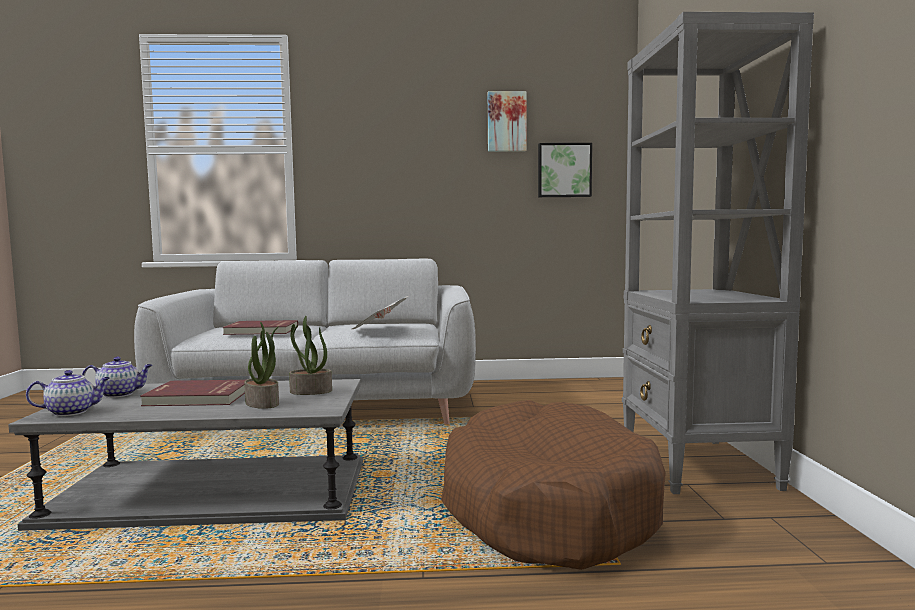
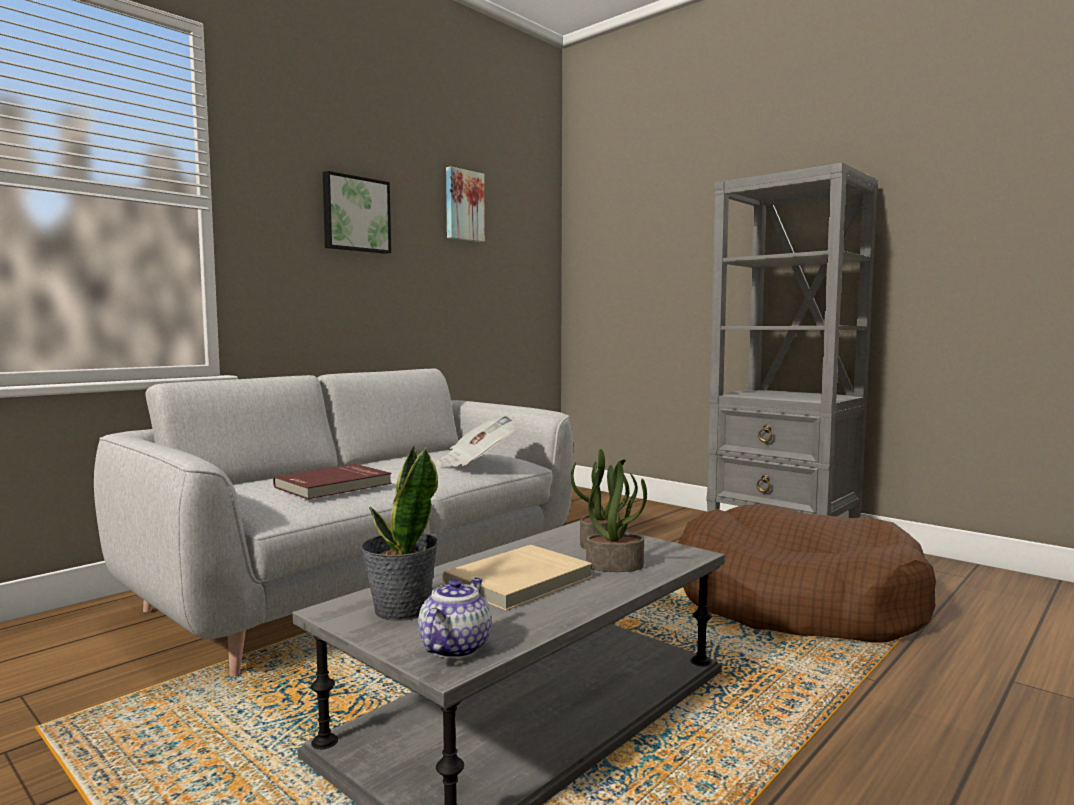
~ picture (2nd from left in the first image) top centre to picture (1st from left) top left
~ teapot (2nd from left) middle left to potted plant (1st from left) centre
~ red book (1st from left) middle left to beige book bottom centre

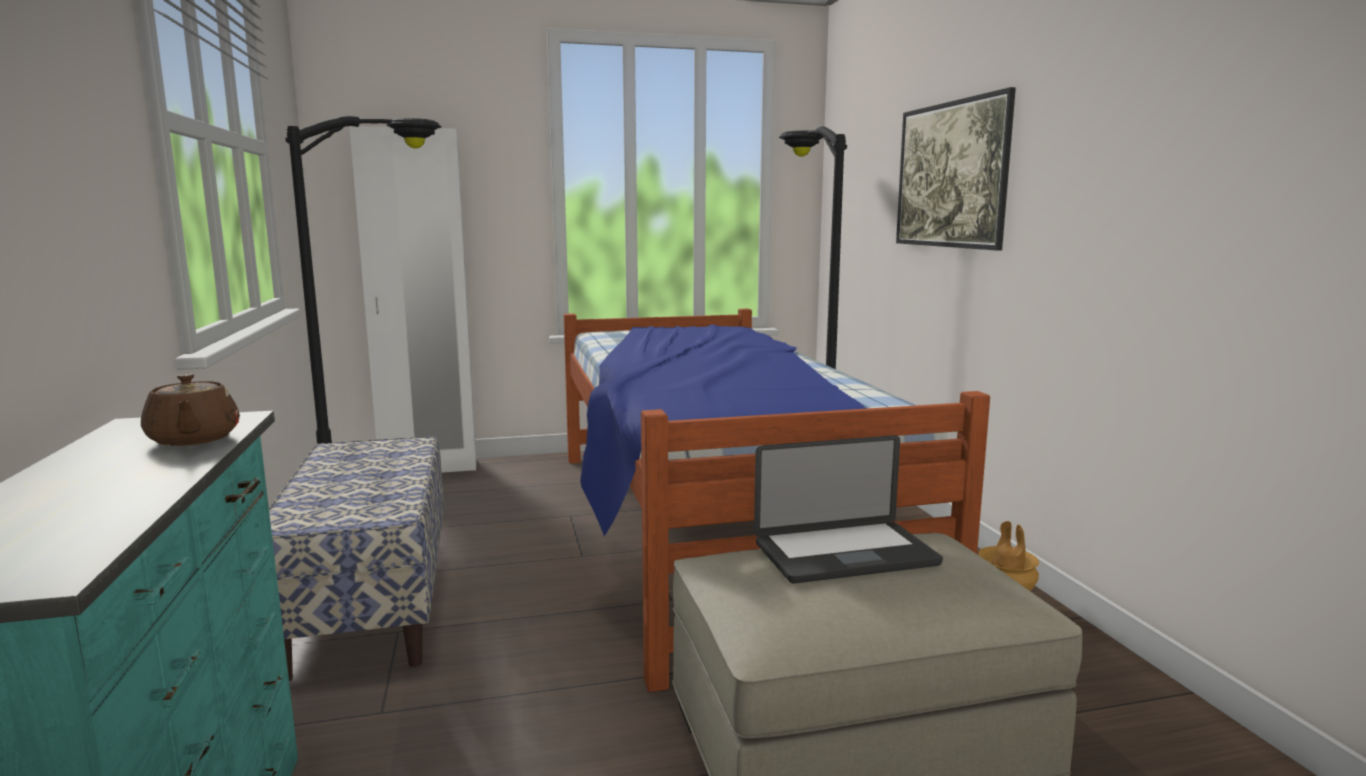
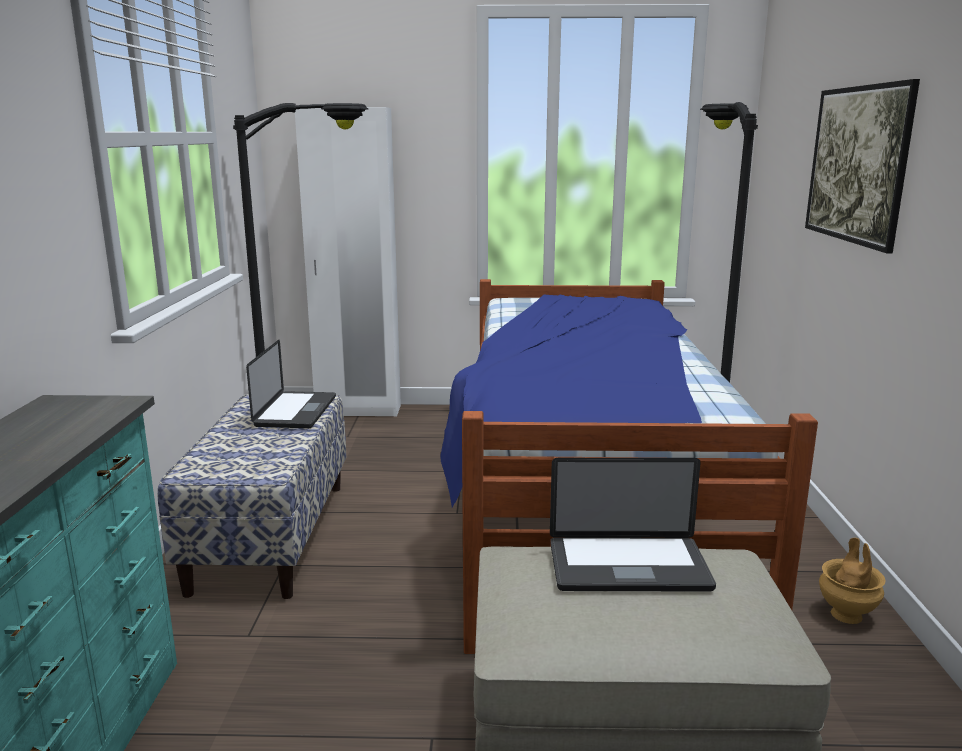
- brown teapot middle left
+ laptop (1st from left) middle left

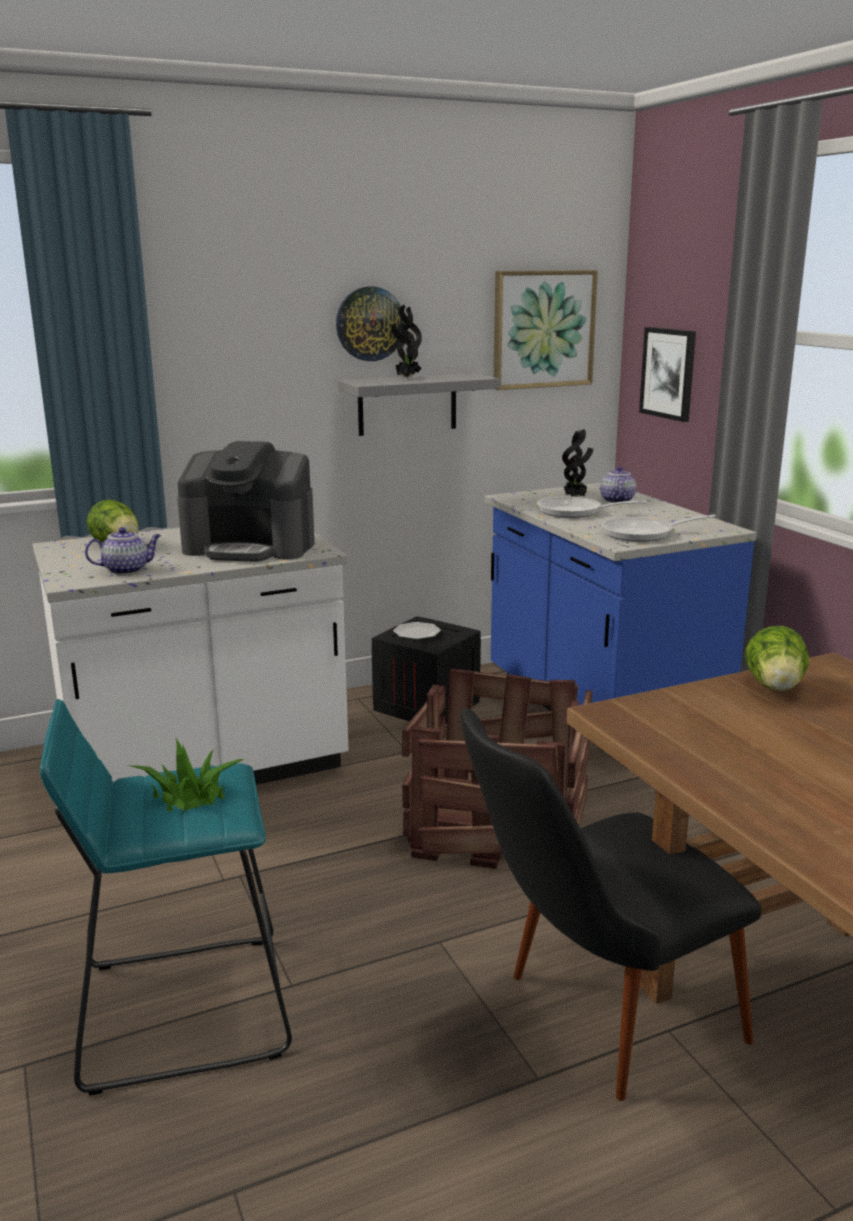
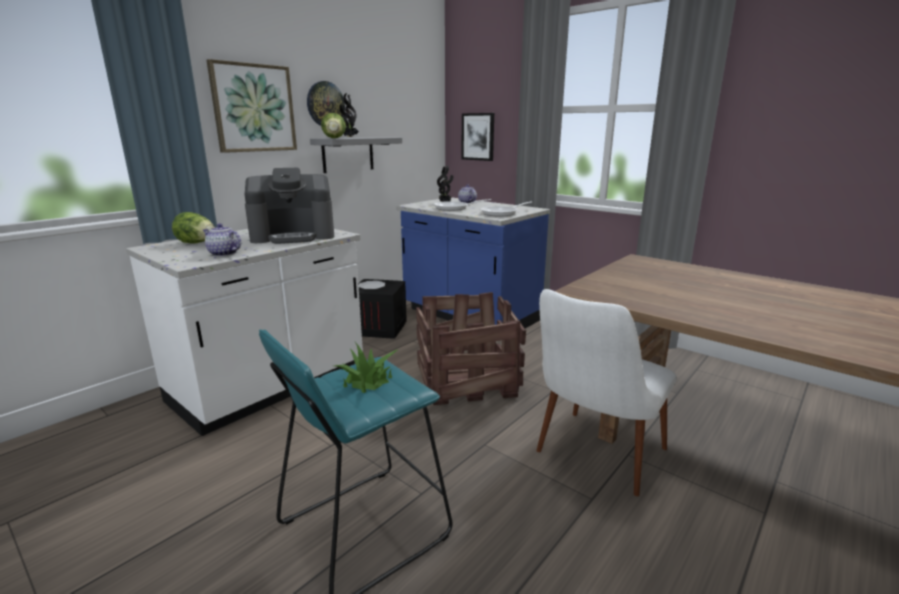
~ picture (1st from left) top centre to top left
~ teapot (1st from left) middle left = middle left 105 degrees counterclockwise
~ lettuce (2nd from left) middle right to top centre
~ black chair bottom right to white chair middle right

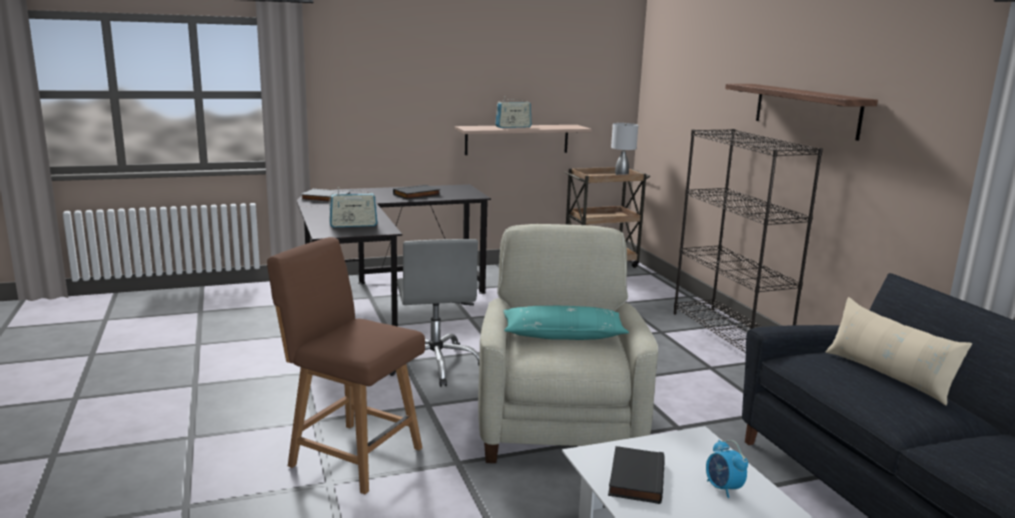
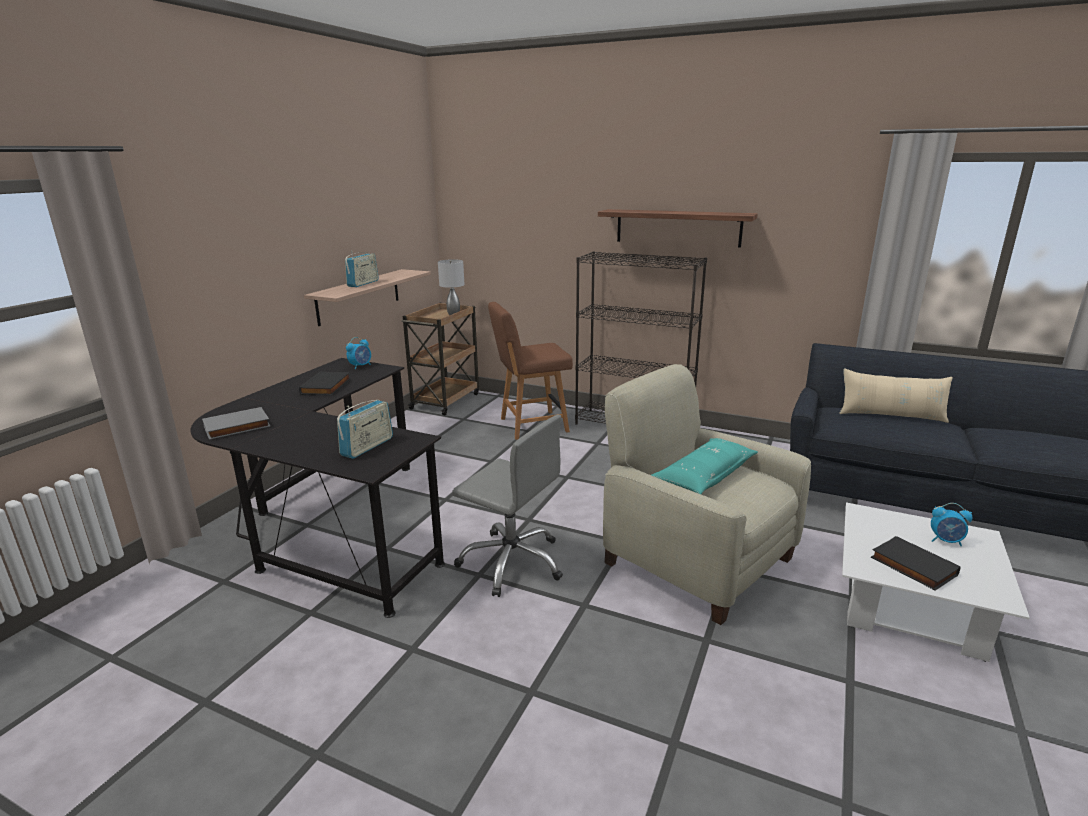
~ brown chair bottom centre to centre
+ alarm clock (1st from left) middle left

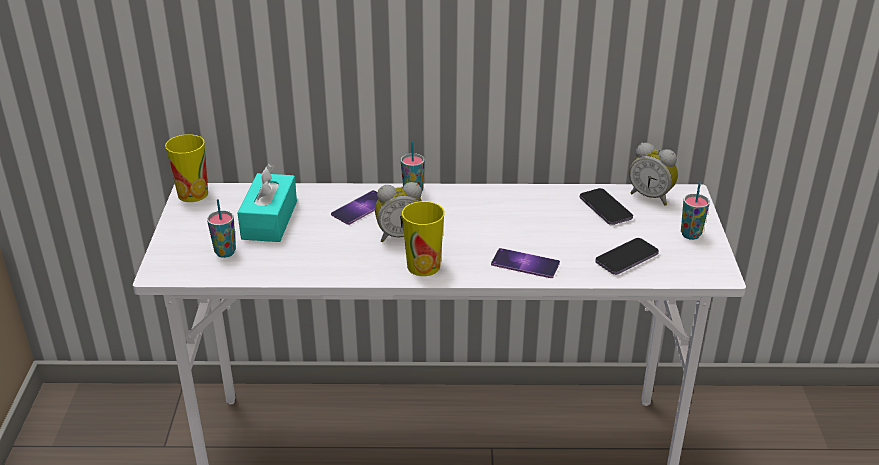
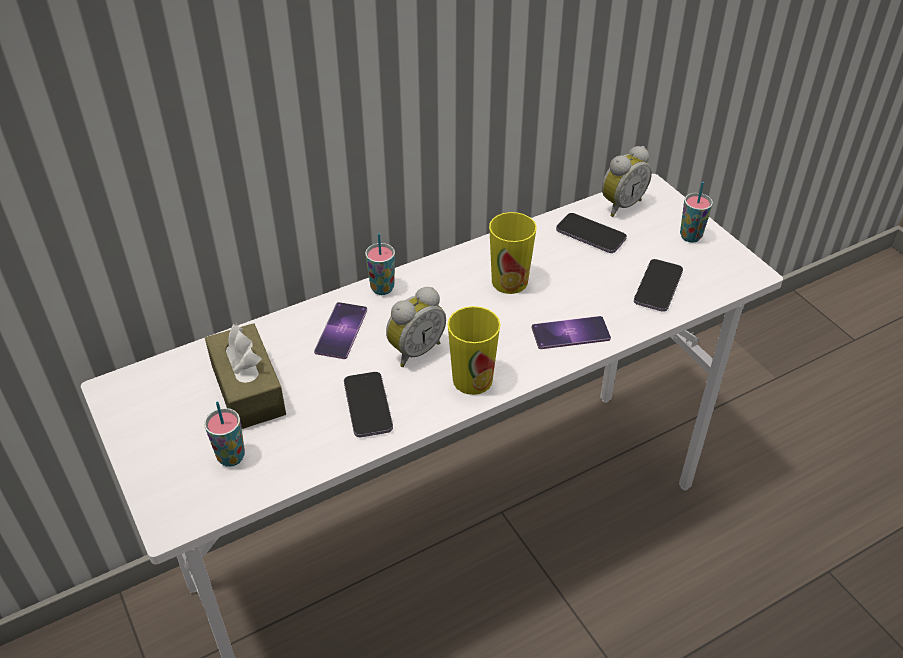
~ cup (1st from left in the first image) middle left to cup (4th from left) centre
~ alarm clock (2nd from left) middle right = top right 45 degrees counterclockwise
~ turquoise tissue box middle left to brown tissue box middle left
+ phone (2nd from left) centre

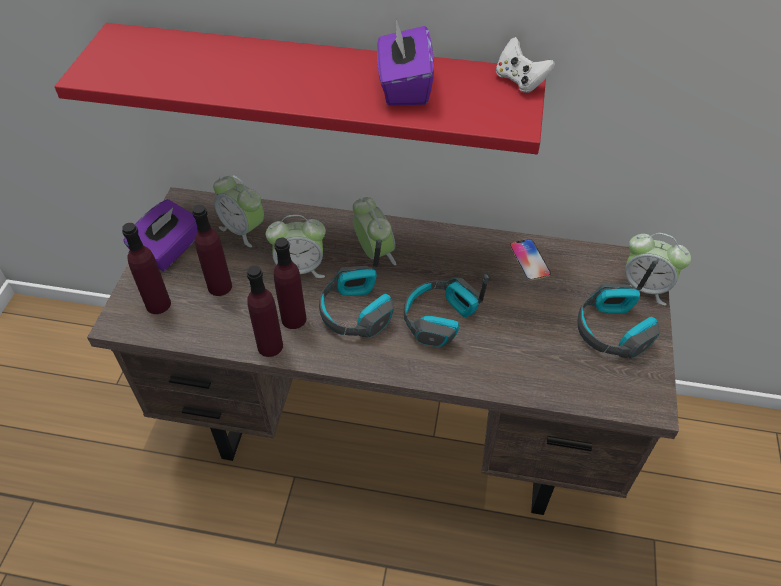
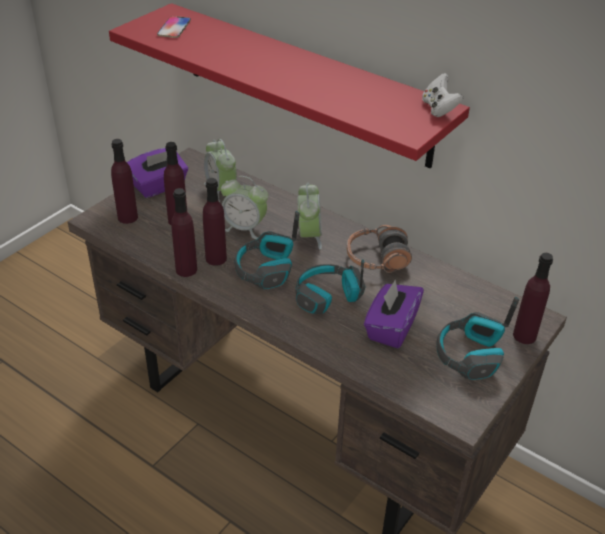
~ purple tissue box (2nd from left) top centre to centre
~ alarm clock (4th from left) middle right to purple bottle (5th from left) middle right
~ phone middle right to top left
+ headphones (3rd from left) centre

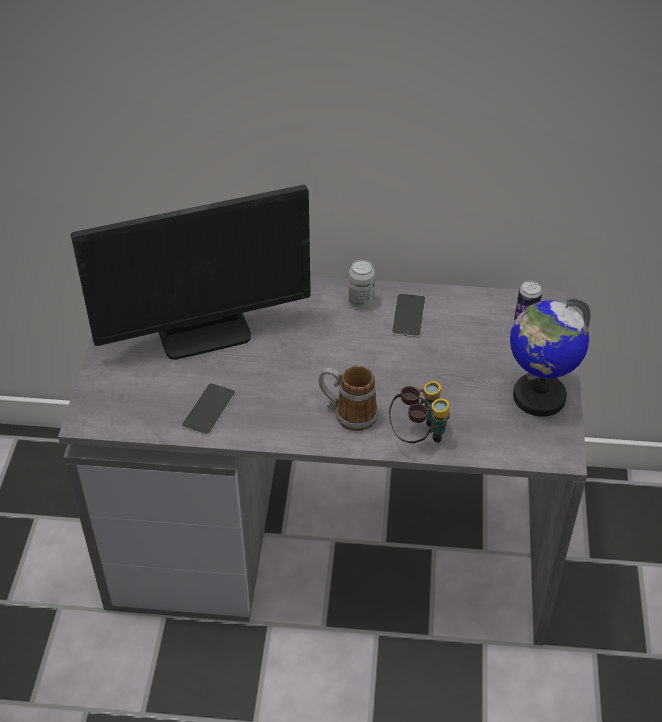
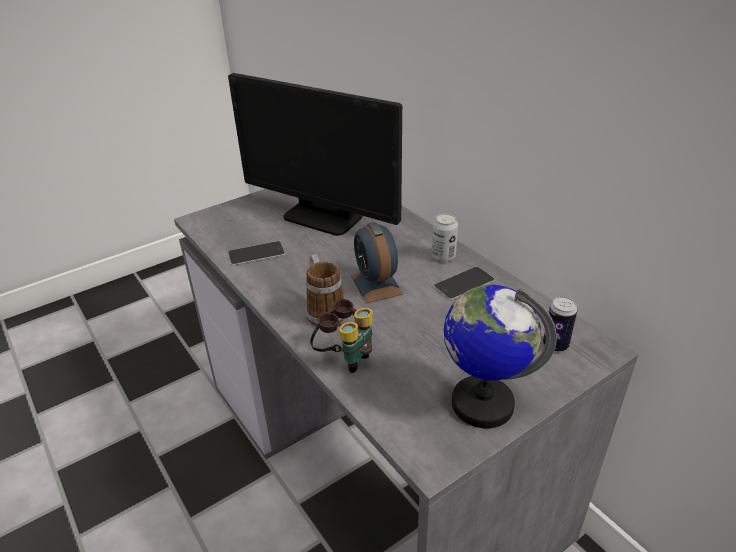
+ alarm clock centre

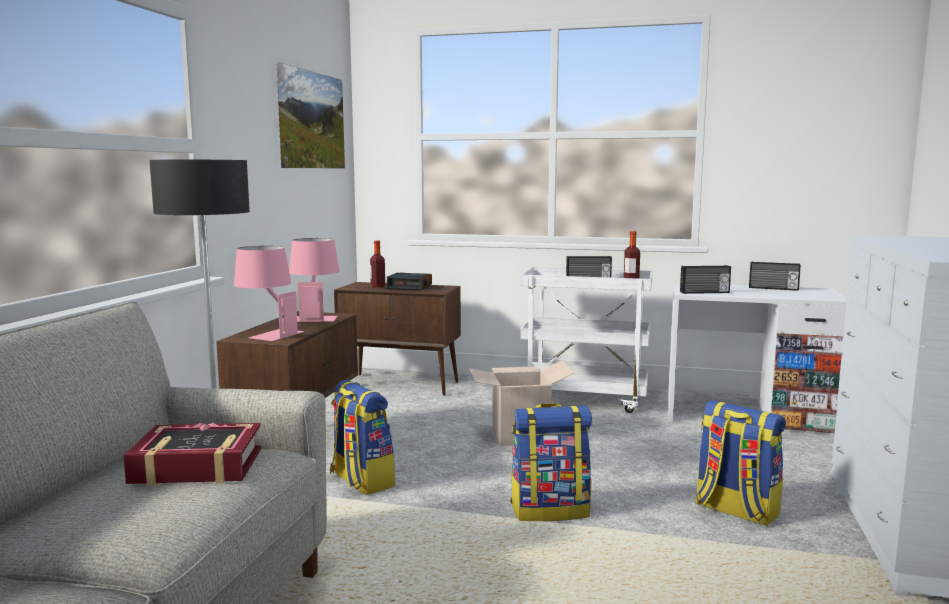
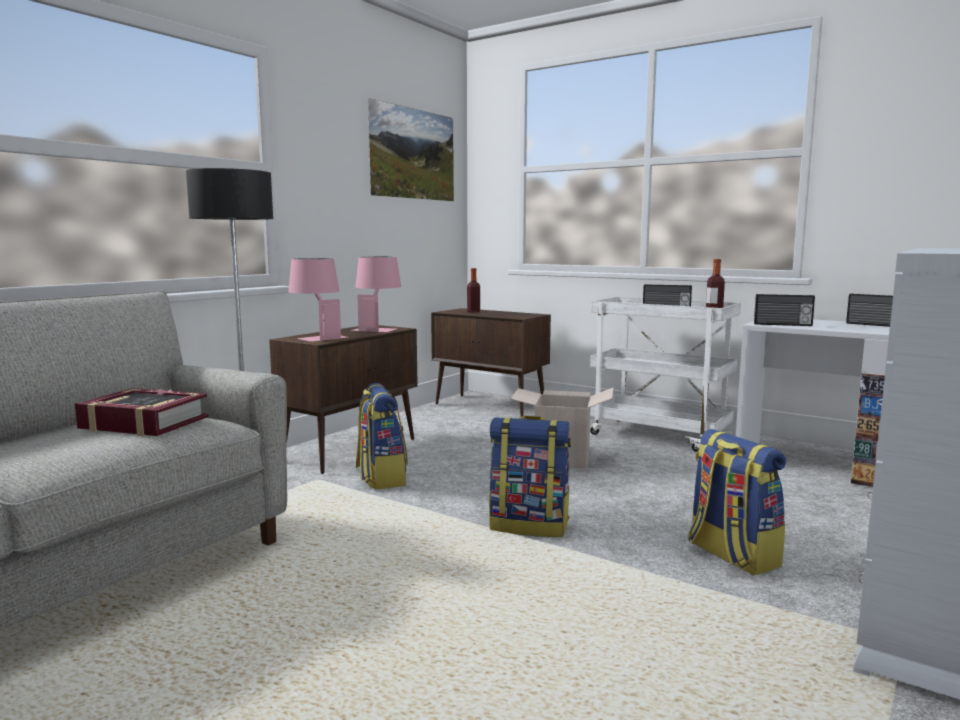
- alarm clock centre

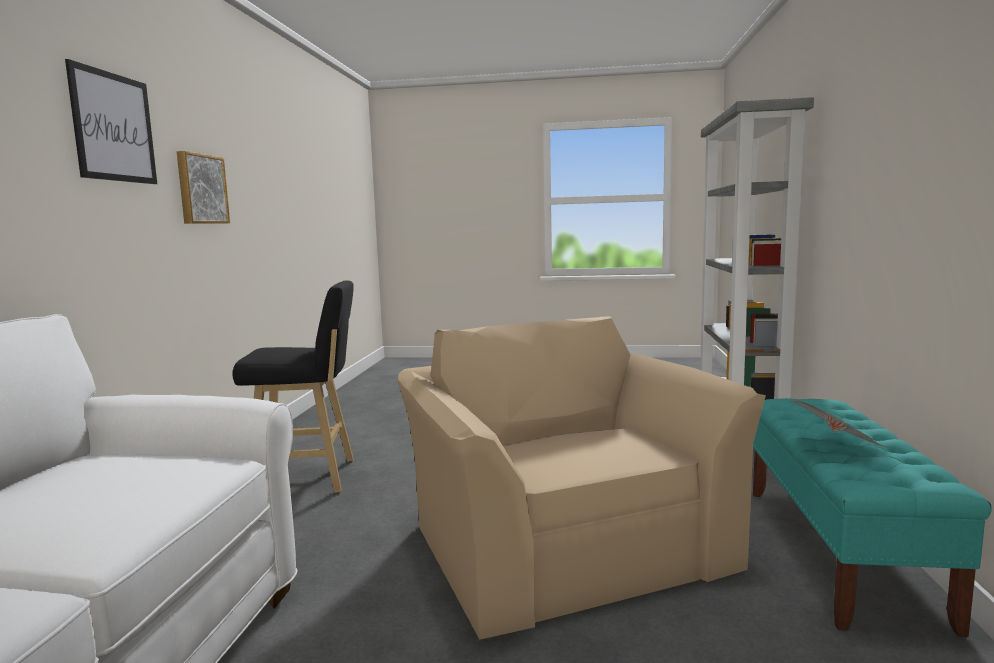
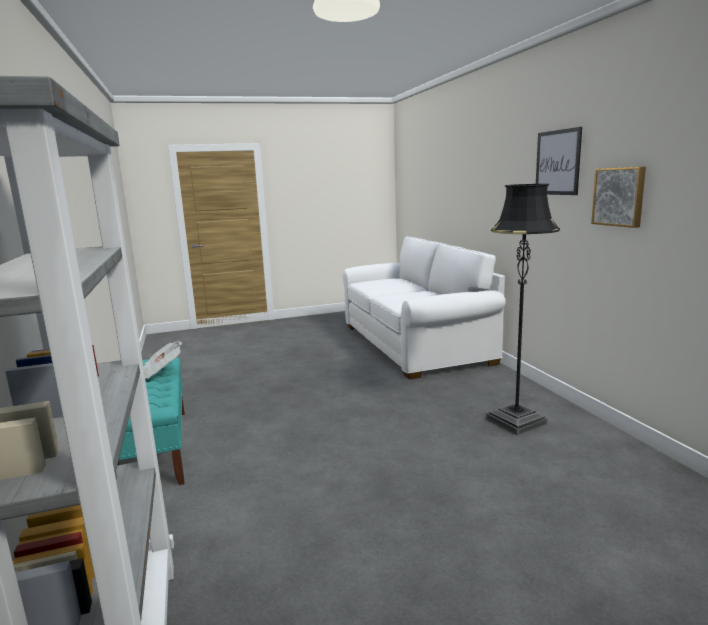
~ black stool middle left to black floor lamp middle right
- beige armchair bottom centre

